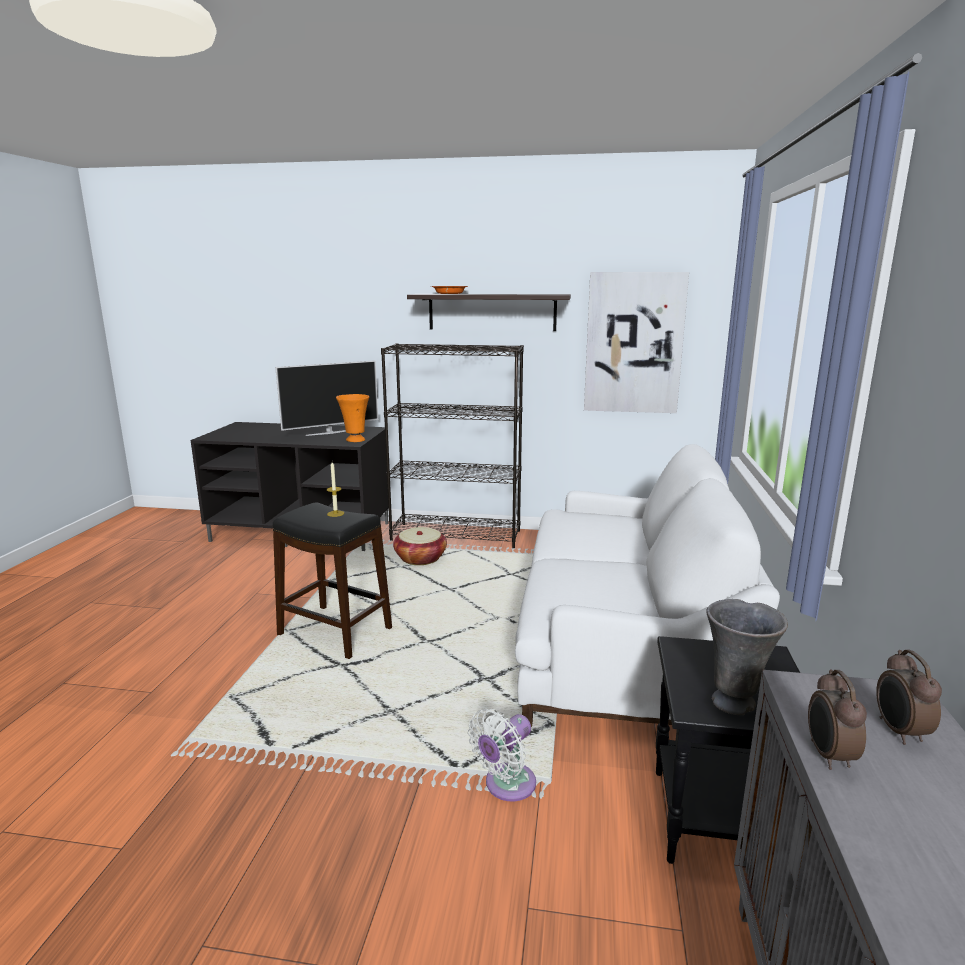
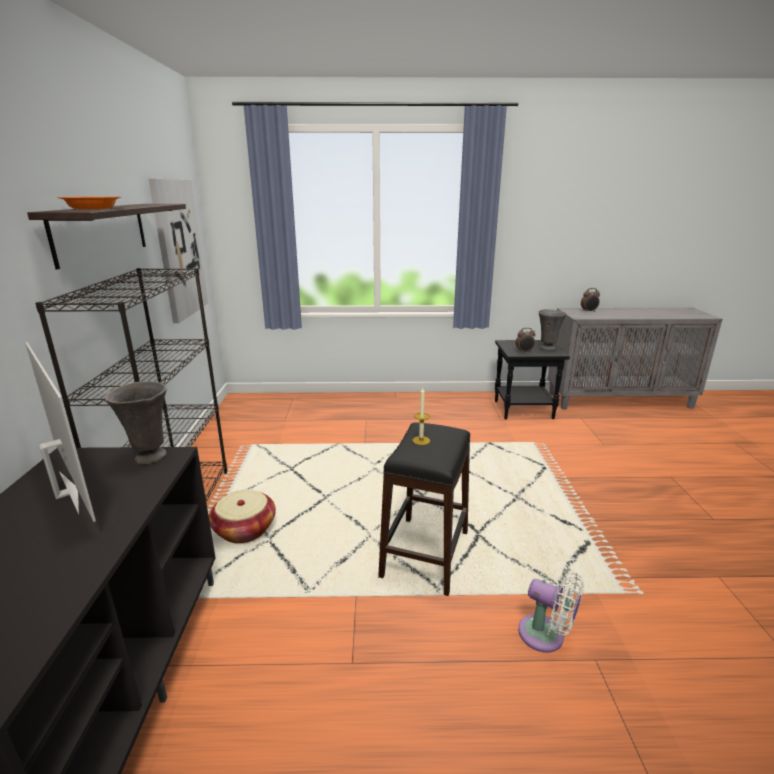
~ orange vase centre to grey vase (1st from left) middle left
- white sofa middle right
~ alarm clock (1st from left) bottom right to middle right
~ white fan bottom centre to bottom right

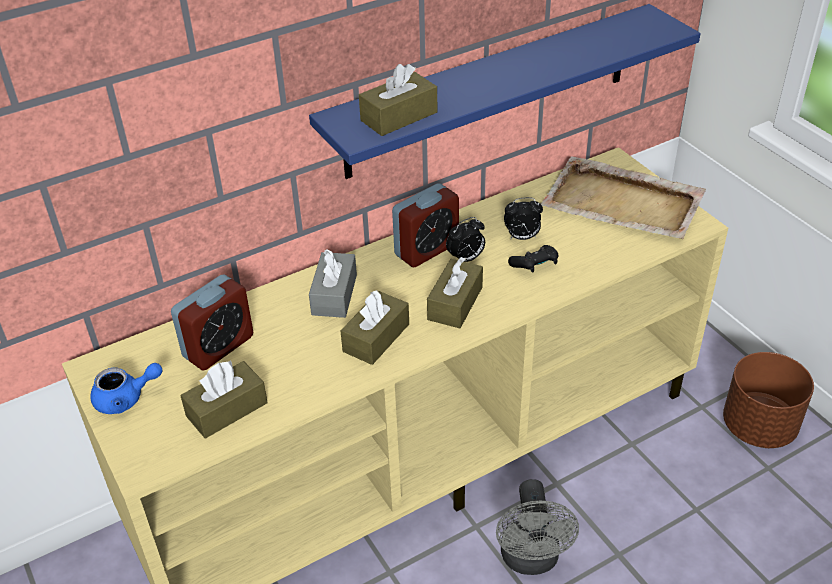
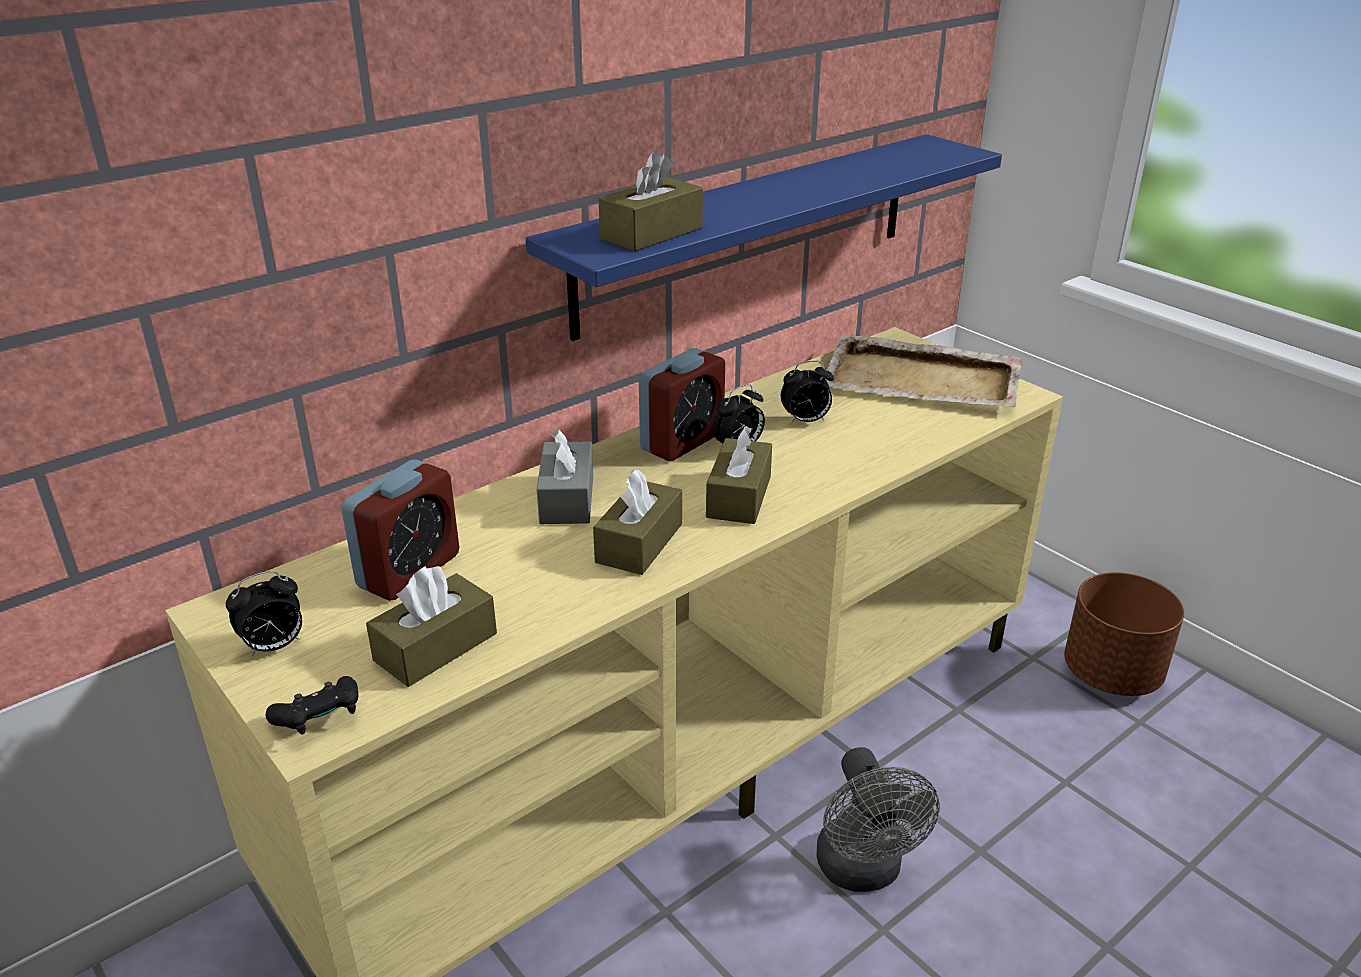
~ black game controller centre to bottom left
~ blue teapot middle left to alarm clock (1st from left) middle left

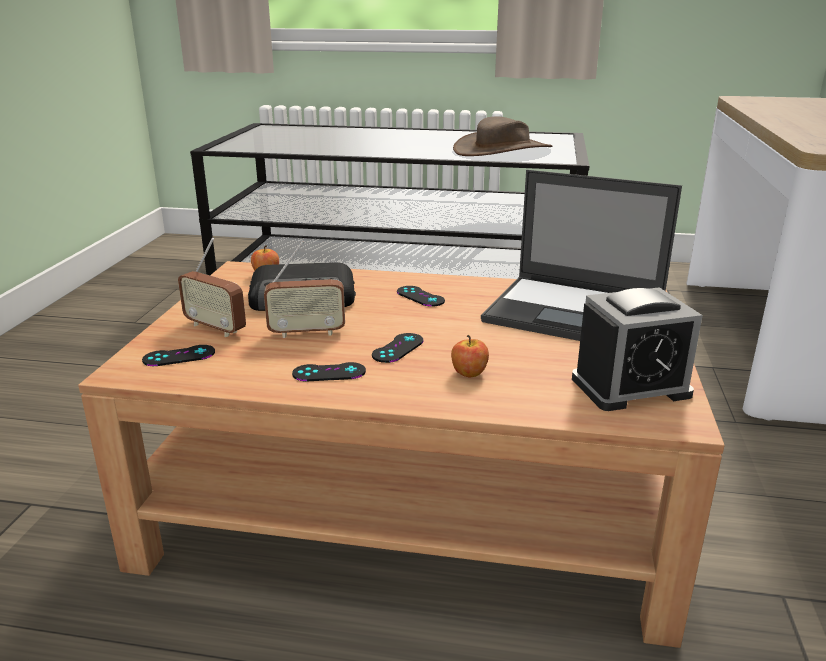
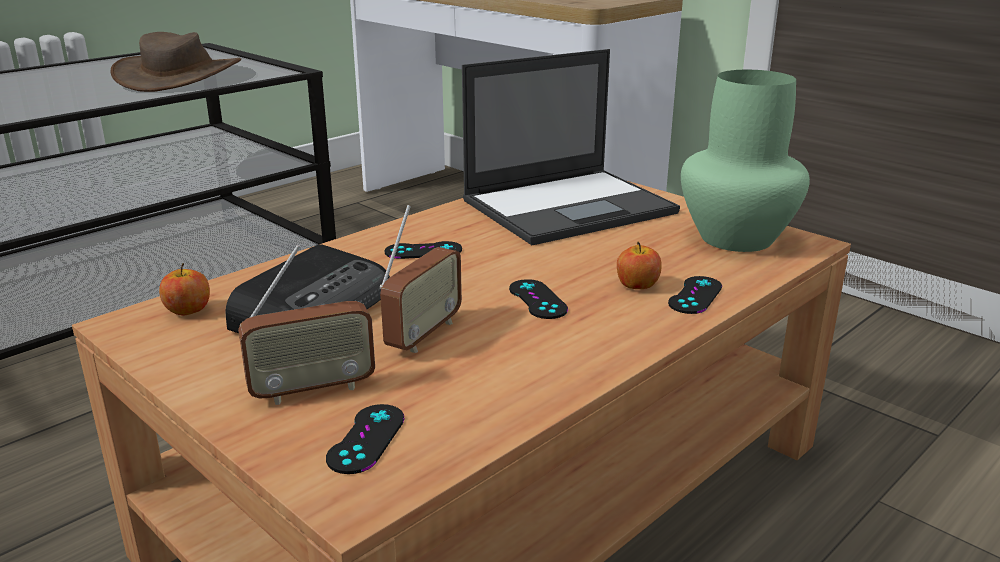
~ alarm clock middle right to green vase top right
~ black game controller (2nd from left in the first image) centre to black game controller (4th from left) middle right

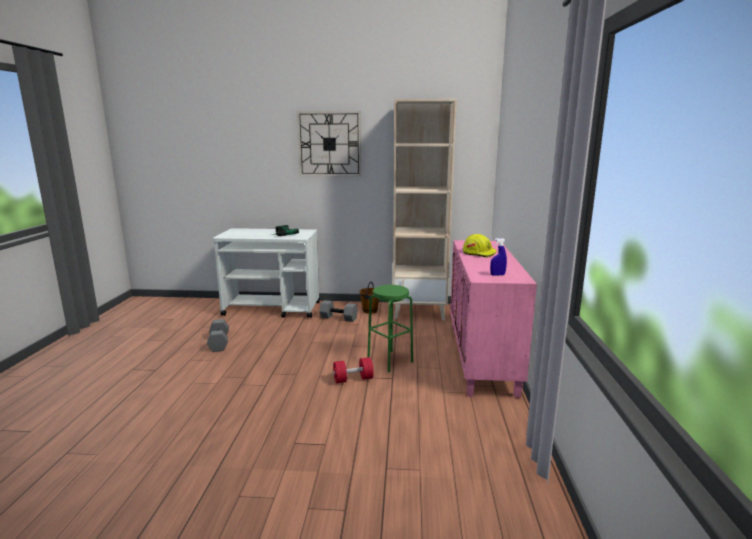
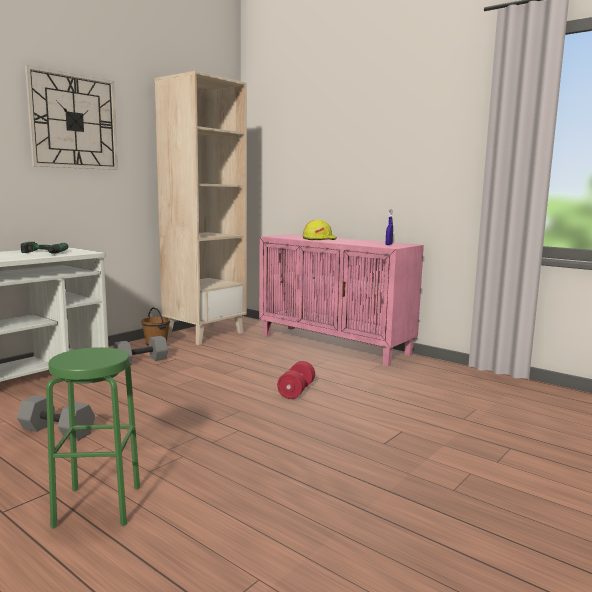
~ green stool centre to bottom left

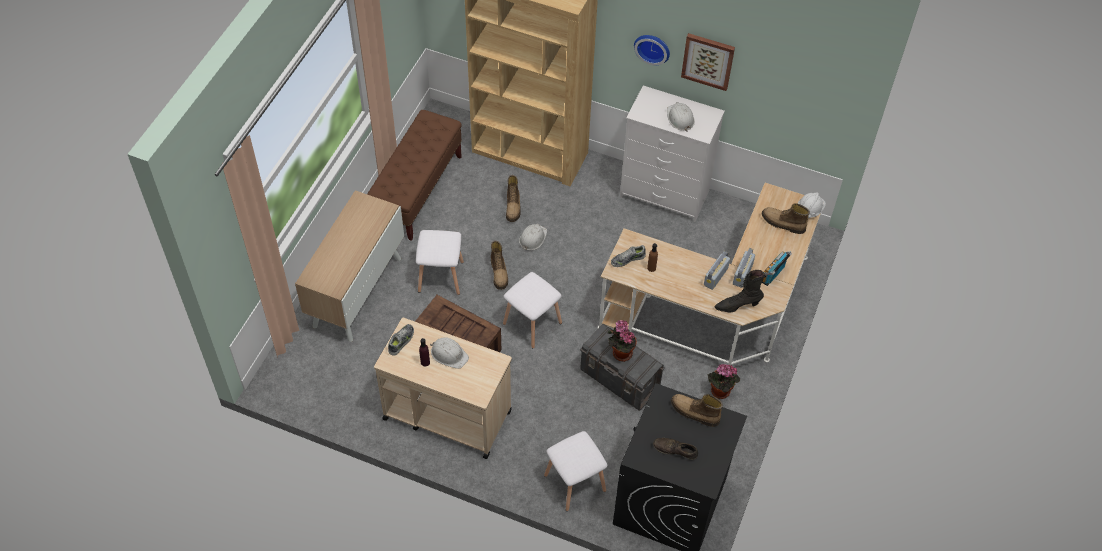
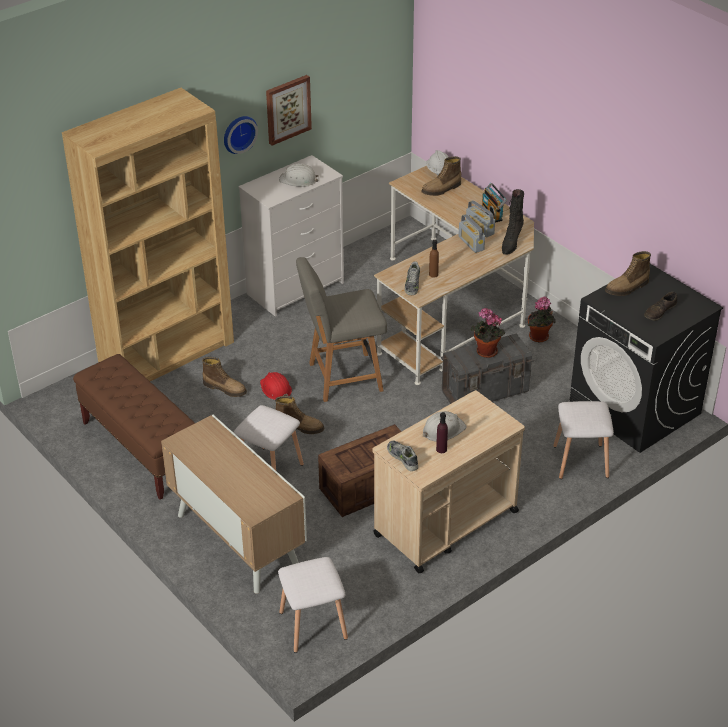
~ white hard hat (2nd from left) centre to red hard hat centre
~ white stool (2nd from left) centre to bottom centre
+ grey chair centre

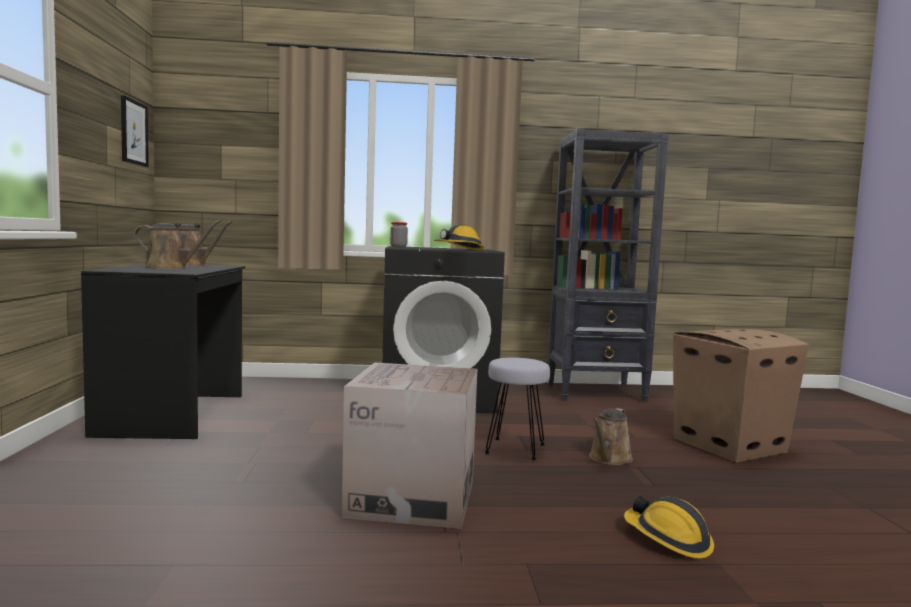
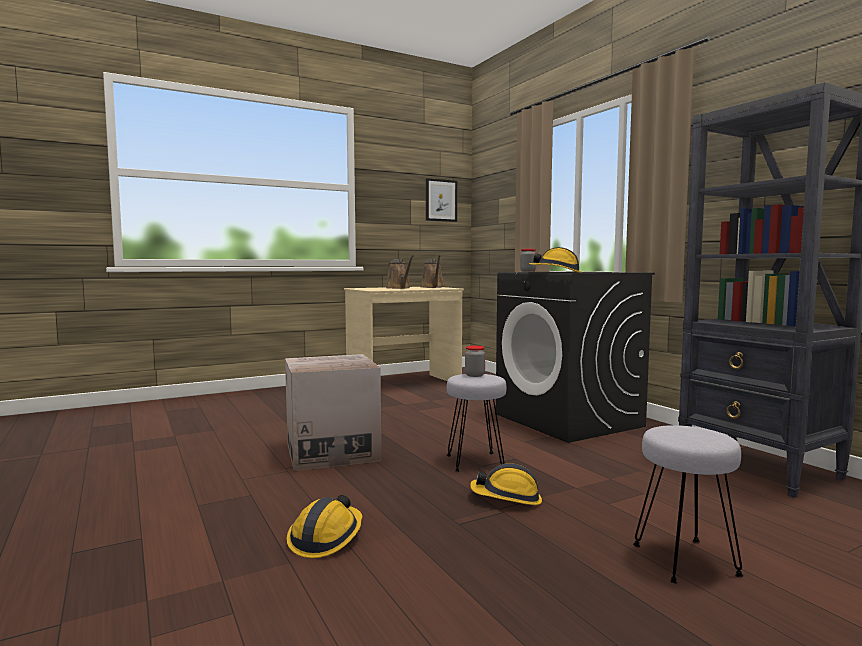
~ black desk middle left to beige desk centre
~ cardboard box (2nd from left) middle right to grey stool (2nd from left) bottom right
~ brown watering can (3rd from left) bottom right to hard hat (2nd from left) bottom centre
+ jar (1st from left) centre

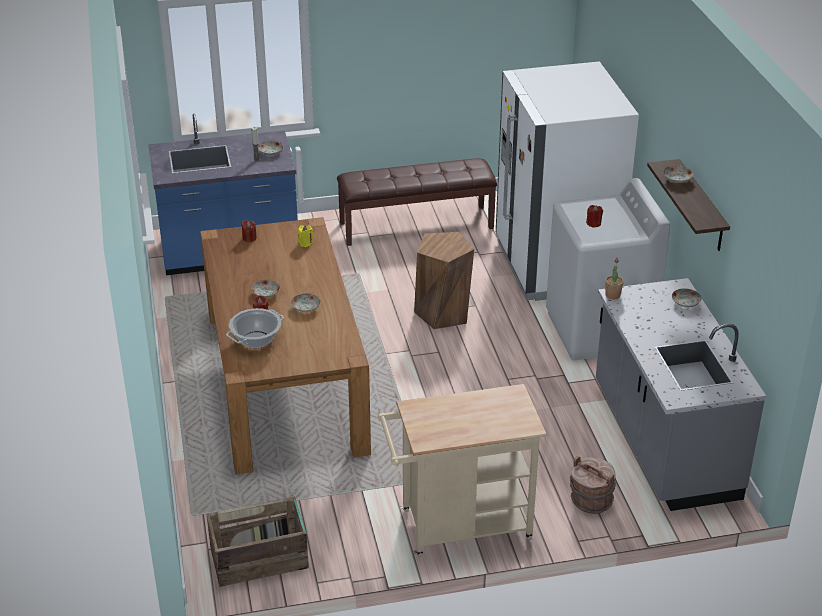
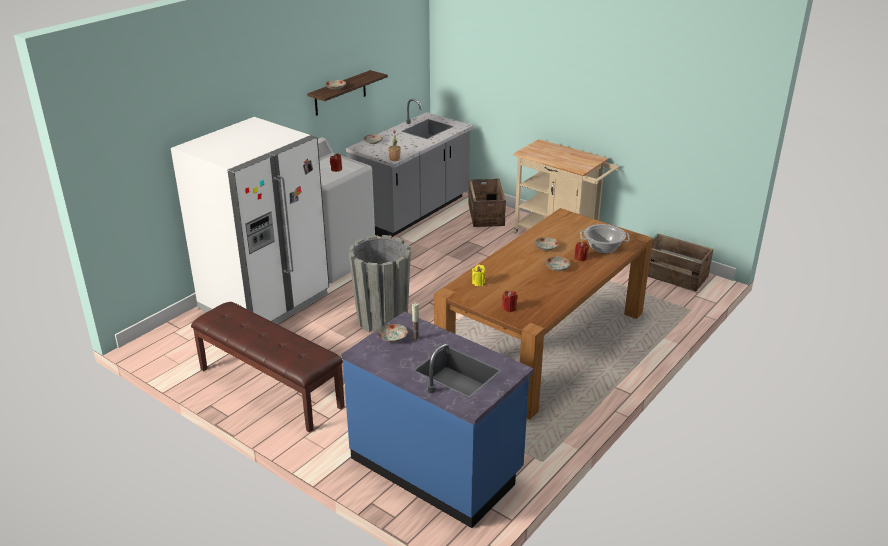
~ brown stool centre to grey planter centre
~ brown bucket bottom right to crate (1st from left) centre

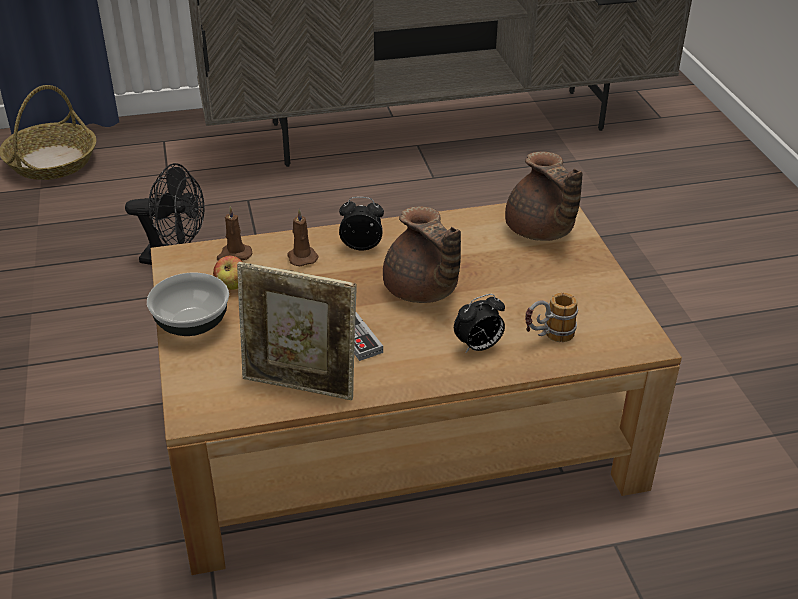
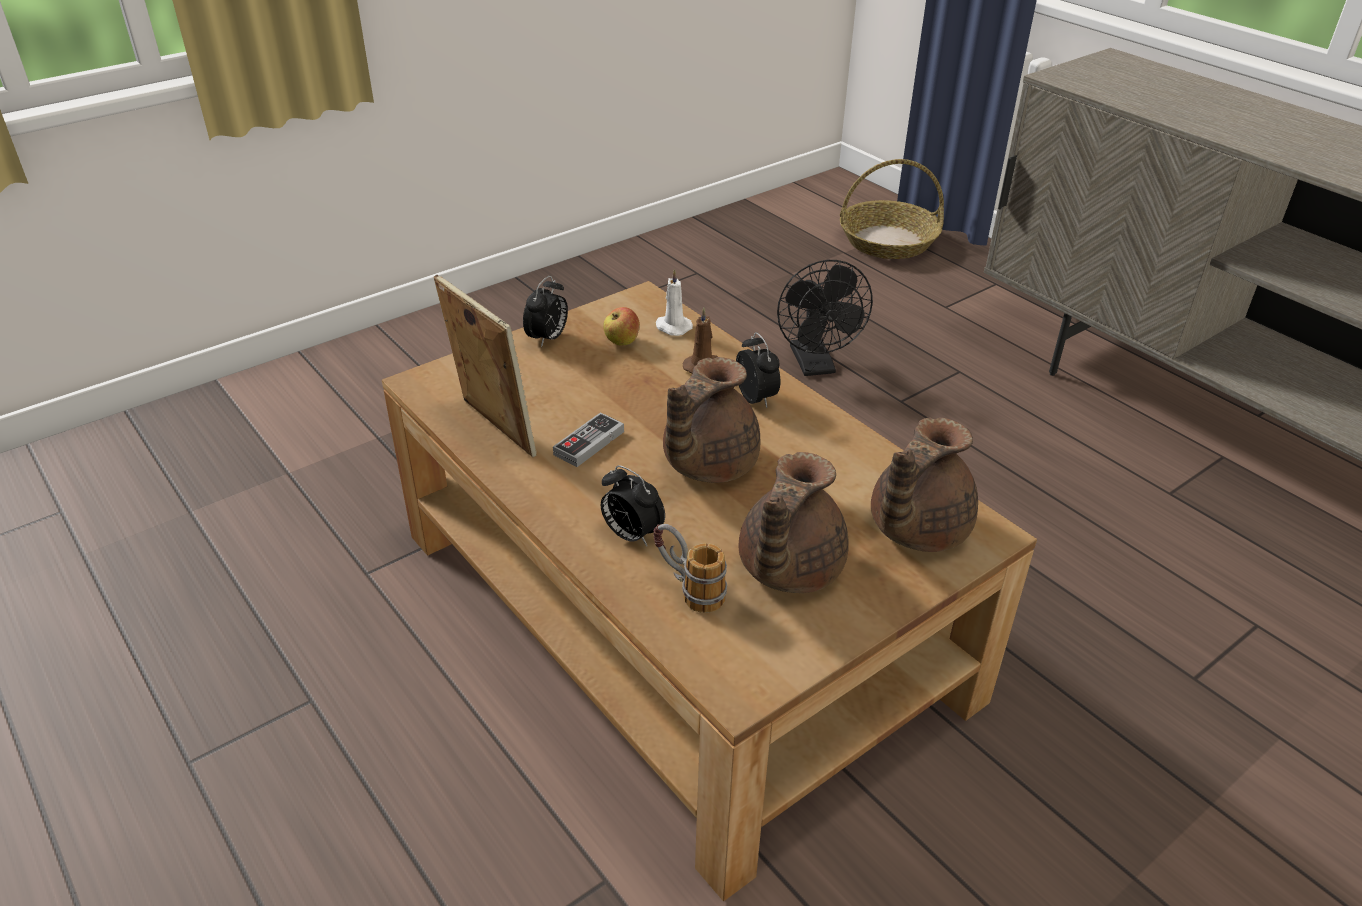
~ brown candle (1st from left) middle left to white candle centre
~ picture frame centre = centre 150 degrees clockwise
~ bowl middle left to alarm clock (1st from left) centre
+ brown teapot (2nd from left) centre

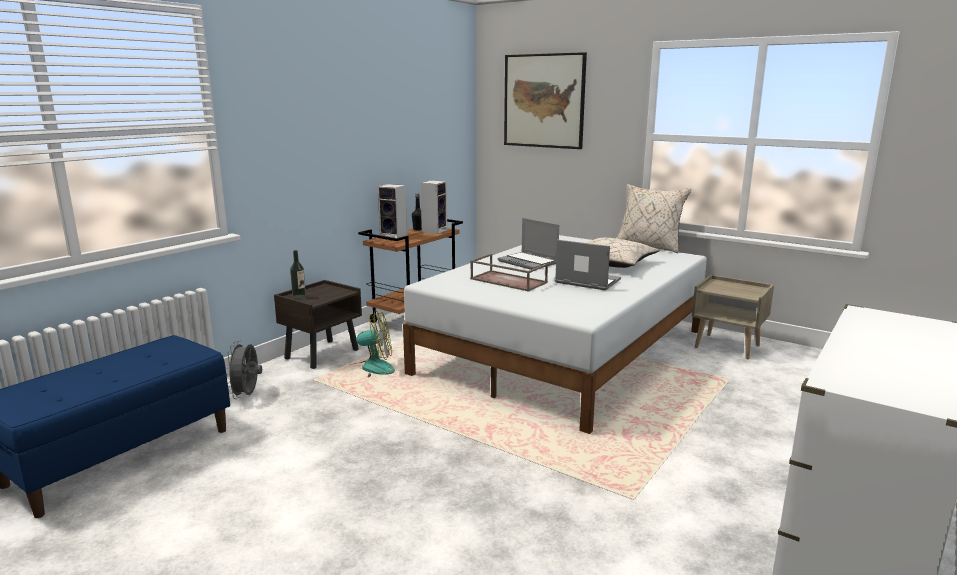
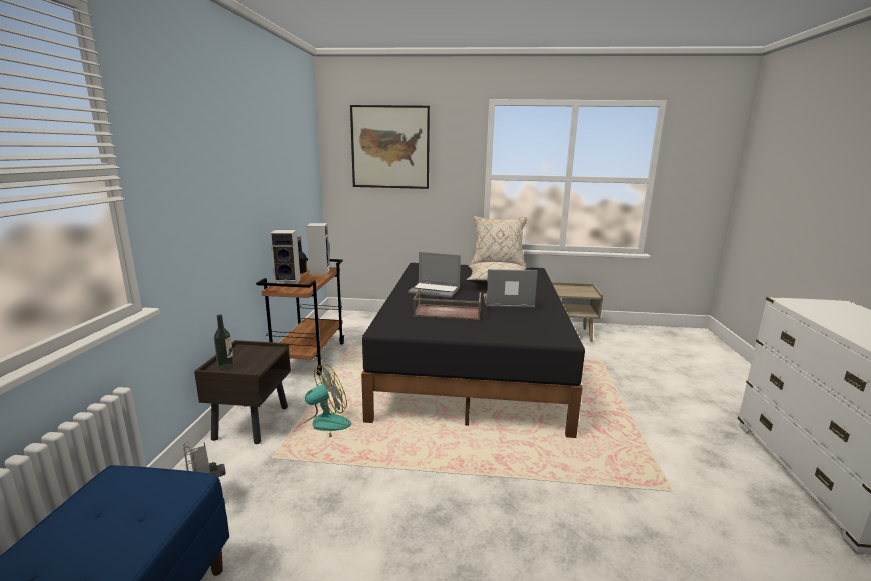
~ white bed centre to black bed centre

